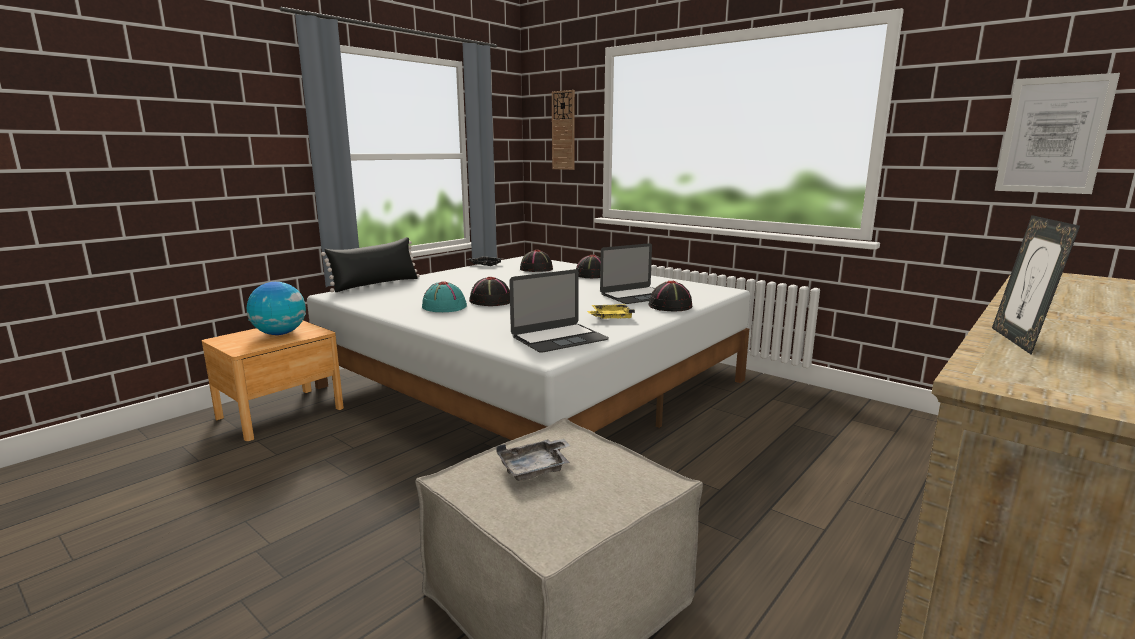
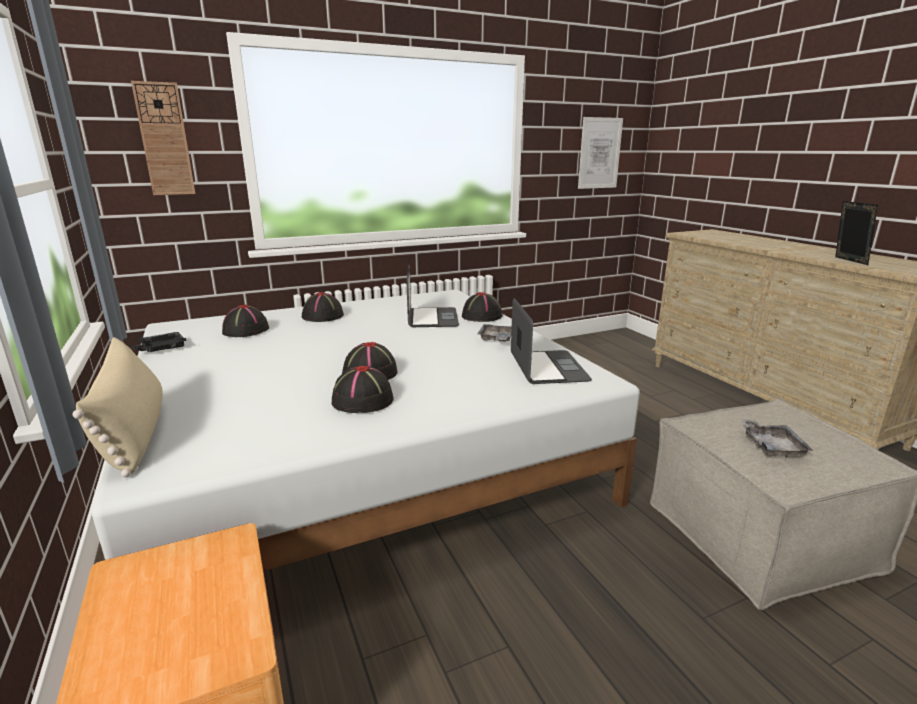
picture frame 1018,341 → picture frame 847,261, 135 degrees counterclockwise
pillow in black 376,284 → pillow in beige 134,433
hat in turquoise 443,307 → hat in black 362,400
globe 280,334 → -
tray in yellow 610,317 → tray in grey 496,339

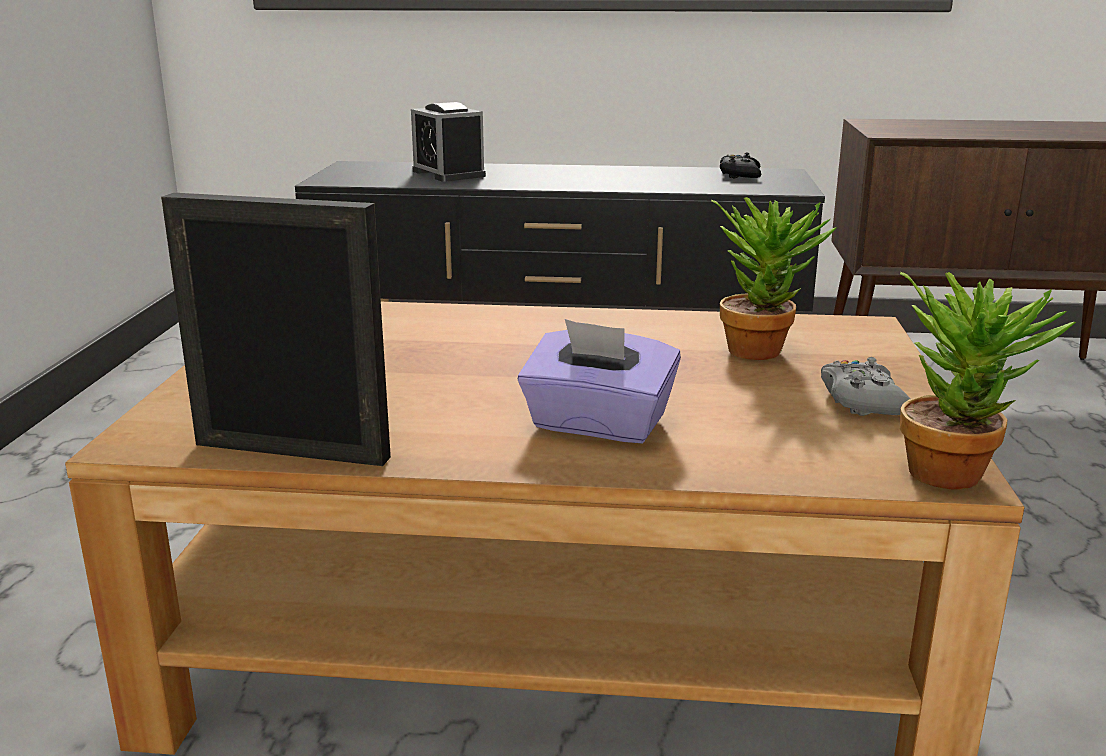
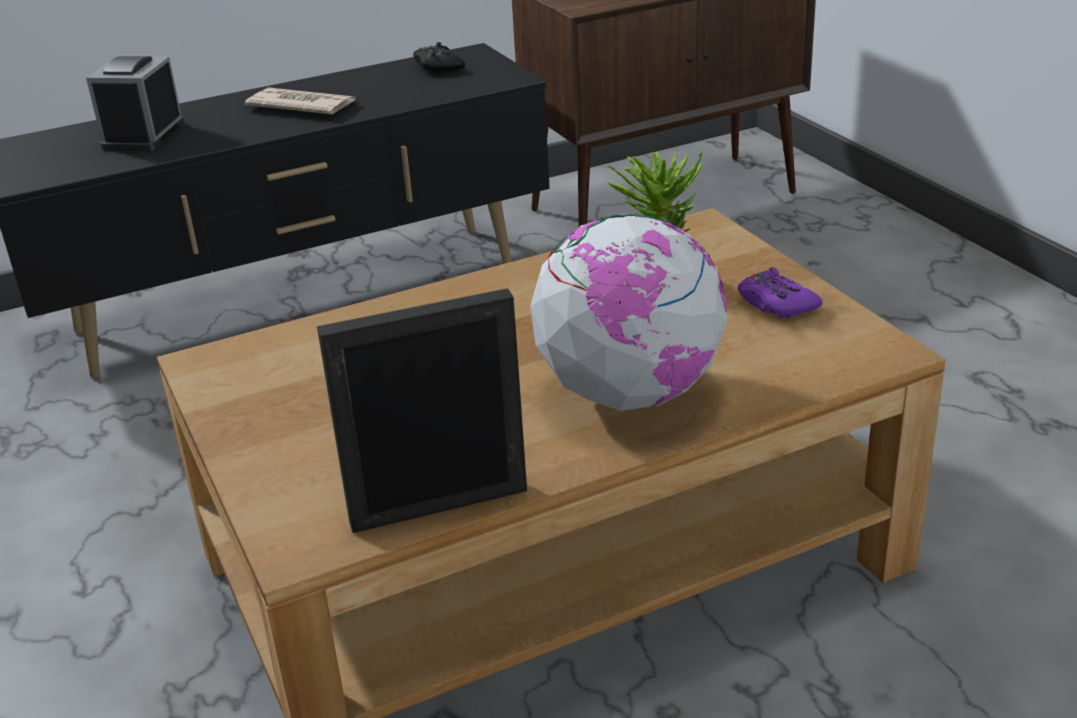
alarm clock 448,173 → alarm clock 143,135, 75 degrees clockwise
potted plant 957,471 → -
tissue box in purple 597,425 → globe 630,393
game controller in grey 862,401 → game controller in purple 776,304
- → newspaper 301,106

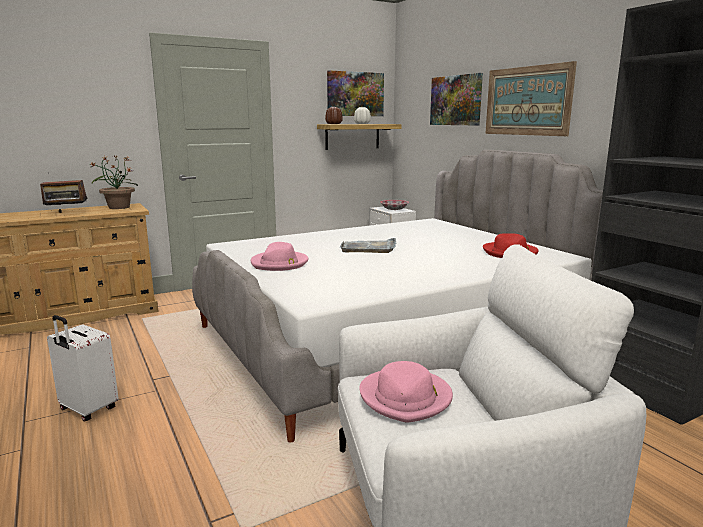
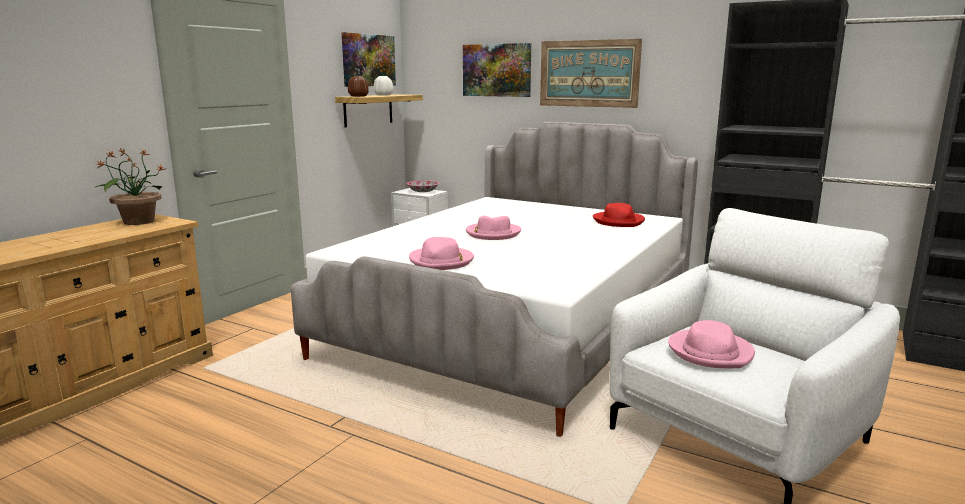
radio 67,213 → -
tray in grey 369,248 → hat in pink 493,233
suitcase in white 87,410 → -

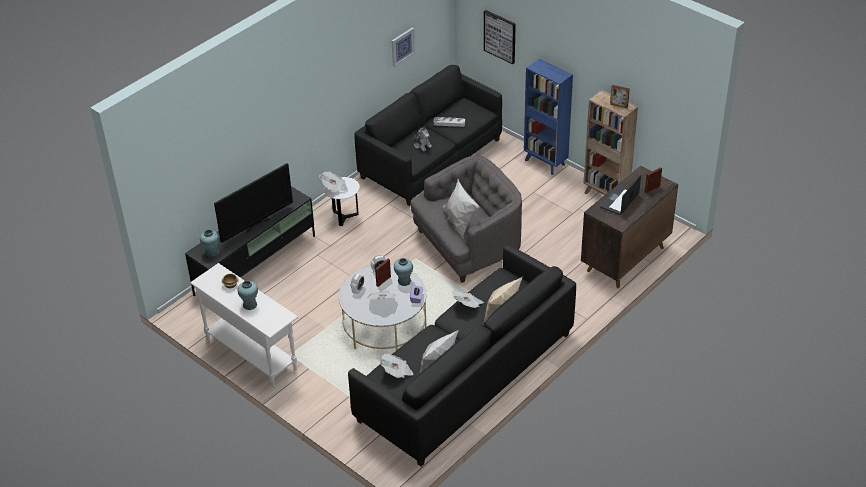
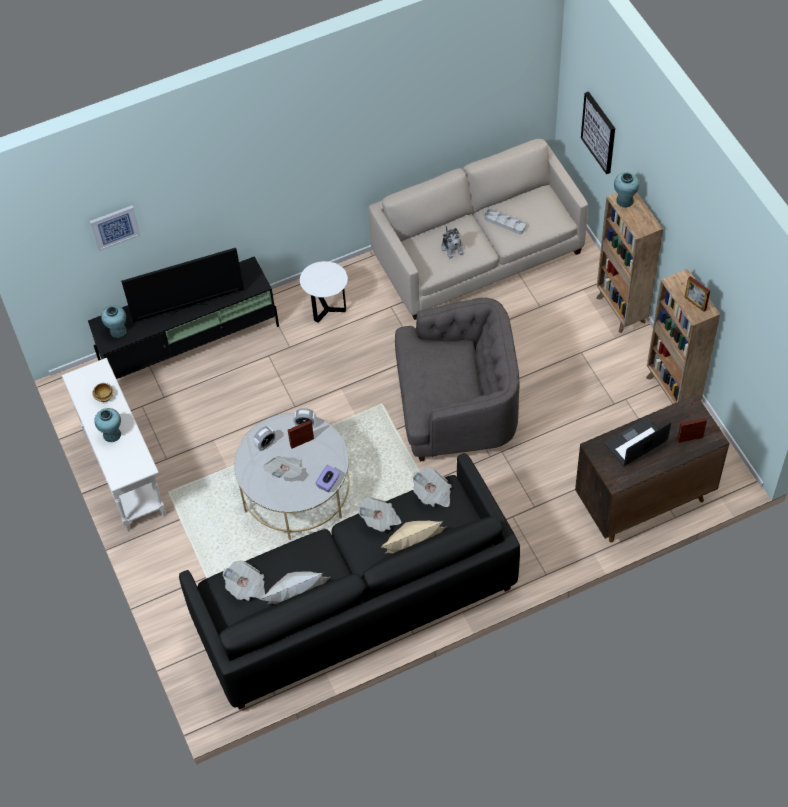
picture 402,46 → picture 114,227, relocated
bookcase in blue 545,163 → bookcase in brown 621,310
sofa in black 431,159 → sofa in beige 478,254
newspaper 334,188 → newspaper 433,494, relocated
pillow in white 460,224 → -
vase in turquoise 404,281 → vase in turquoise 624,201, relocated

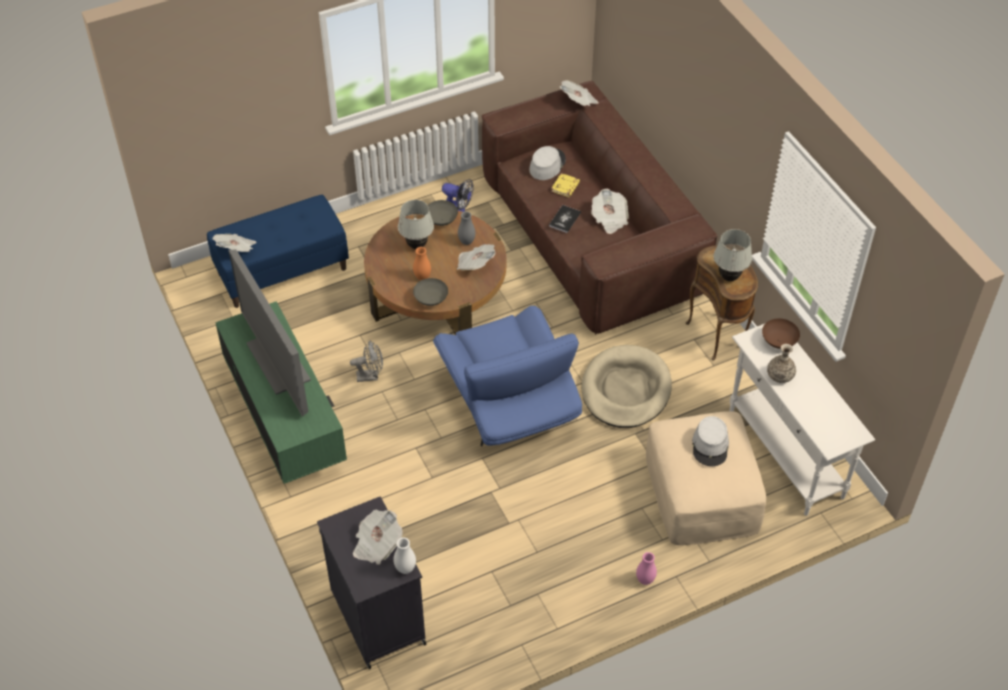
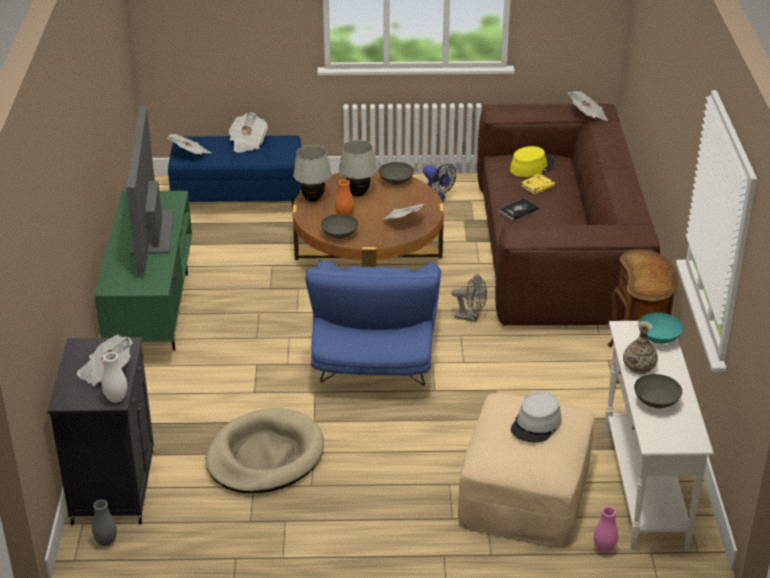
hat in grey 547,165 → hat in yellow 531,166
newspaper 609,219 → newspaper 247,143, relocated
vase in grey 466,242 → vase in grey 106,542, relocated
table lamp in white 729,277 → table lamp in white 313,199, relocated
bowl in brown 778,341 → bowl in turquoise 658,338
fan in grey 370,376 → fan in grey 471,317, relocated
dog bed in beige 625,390 → dog bed in beige 265,456, relocated
vase in pink 645,580 → vase in pink 604,549, relocated
- → bowl in grey 655,402

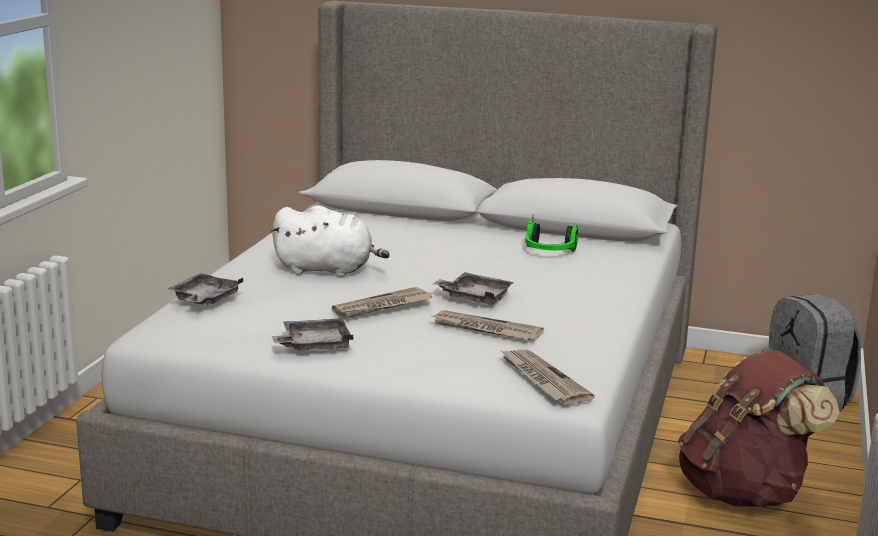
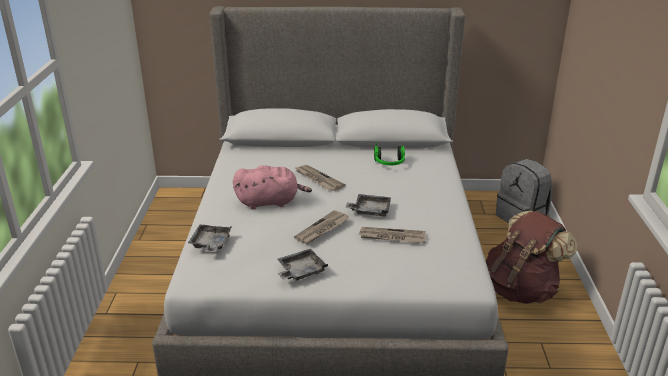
plush toy in white 328,270 → plush toy in pink 270,202
newspaper 542,379 → newspaper 318,179, relocated

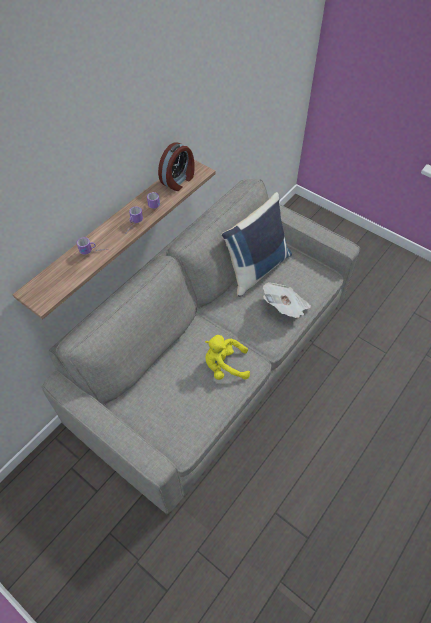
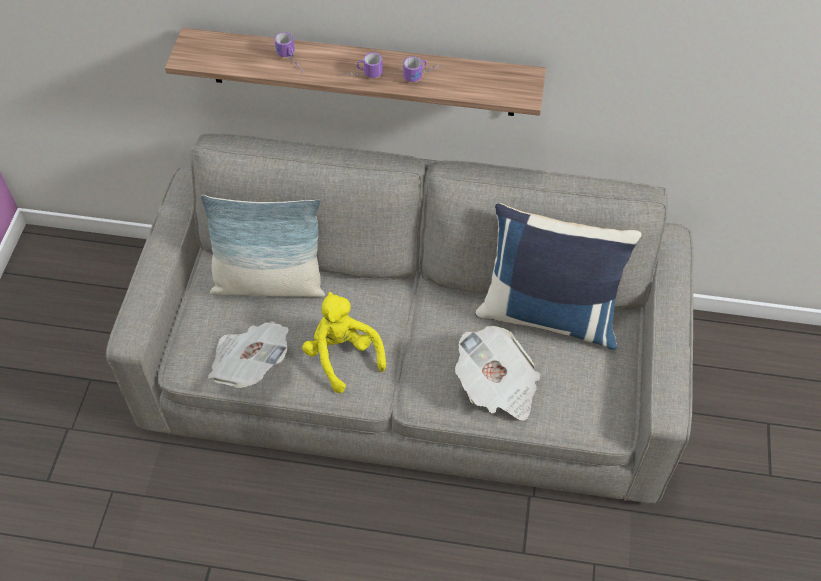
alarm clock 179,180 → -
- → pillow 269,284
- → newspaper 250,365

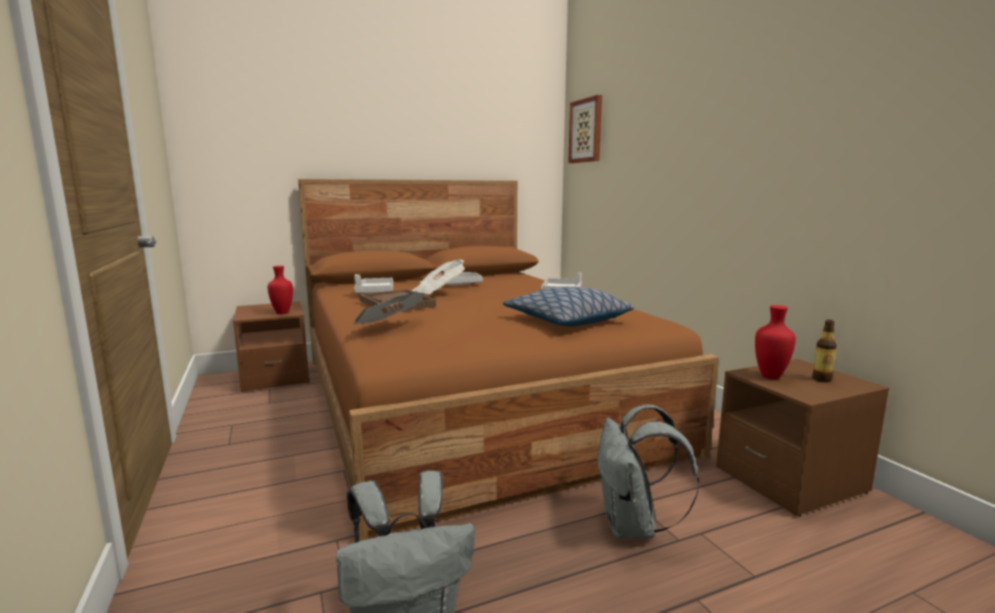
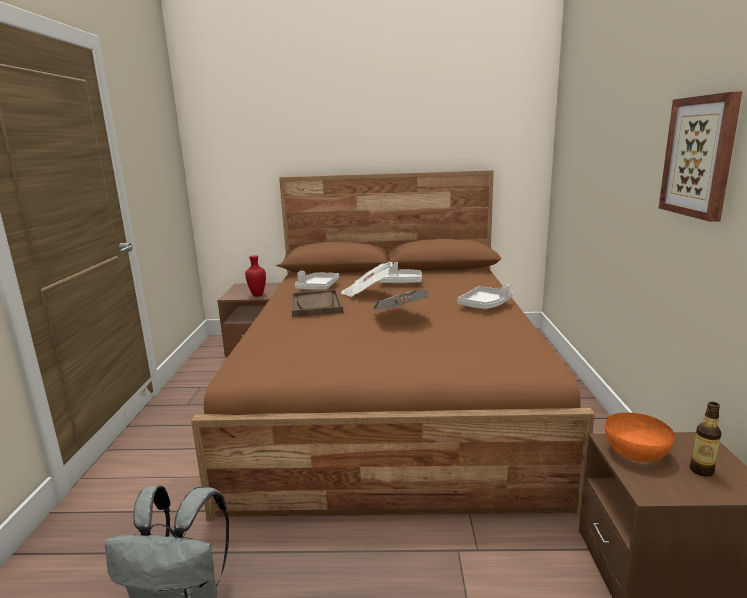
picture 586,131 → picture 700,156, relocated
pillow 566,320 → -
newspaper 389,328 → newspaper 400,315, relocated
vase in red 769,376 → bowl in orange 635,451
backpack in grey 633,527 → -

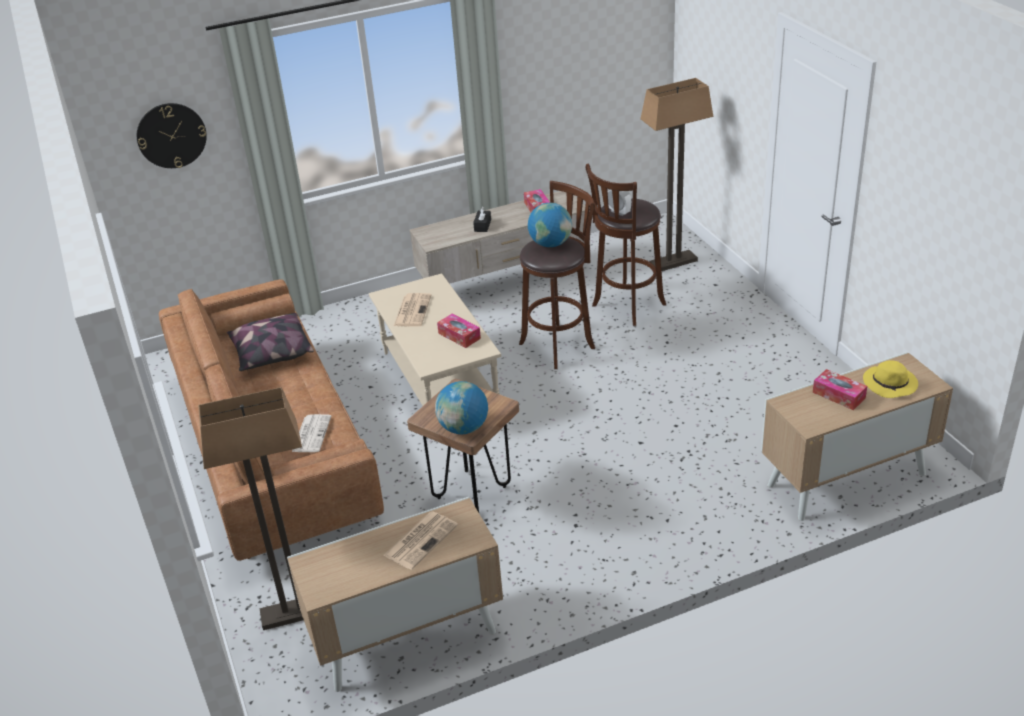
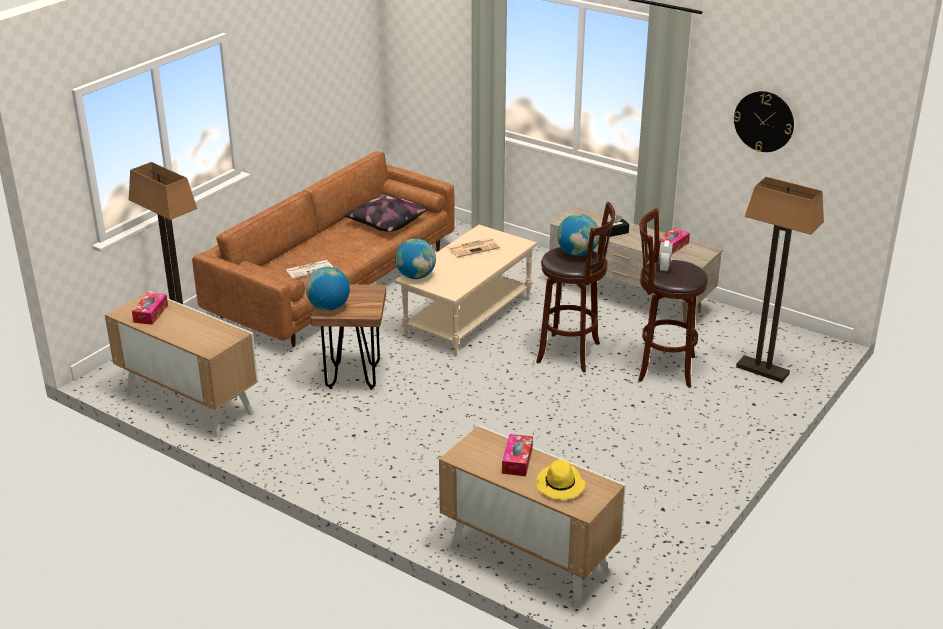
wall clock 171,135 → wall clock 764,121, relocated
tissue box 459,336 → tissue box 151,314, relocated
newspaper 421,539 → -
- → globe 416,276

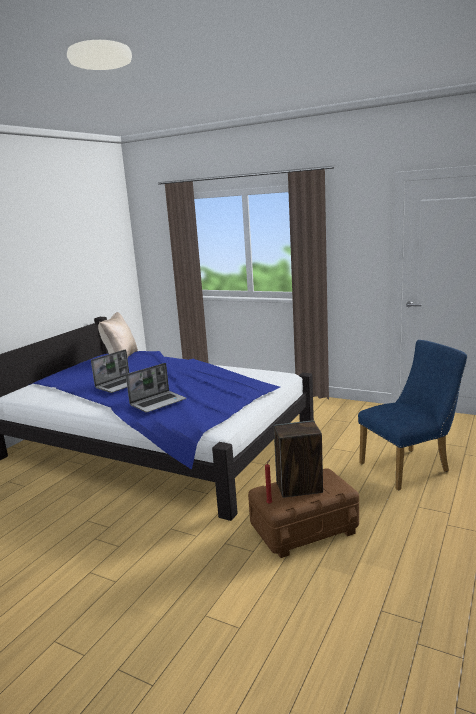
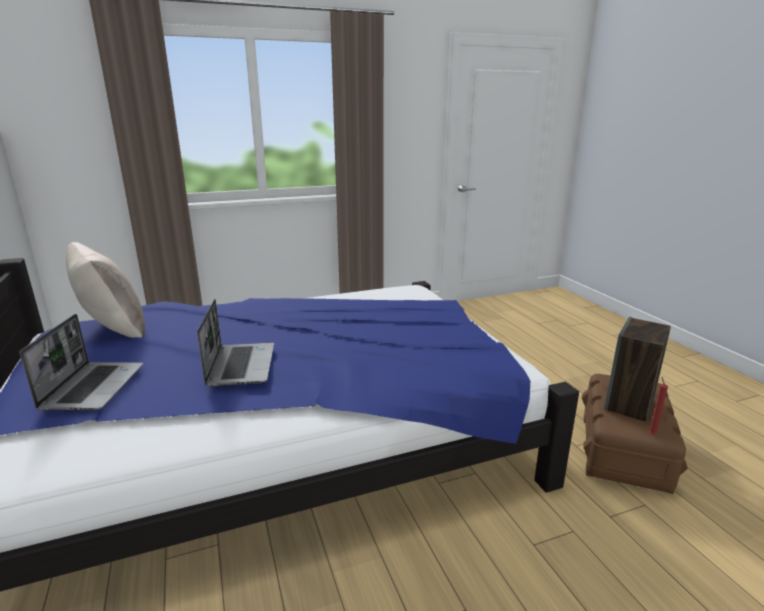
chair in blue 410,467 → -
laptop 158,402 → laptop 93,386, relocated

